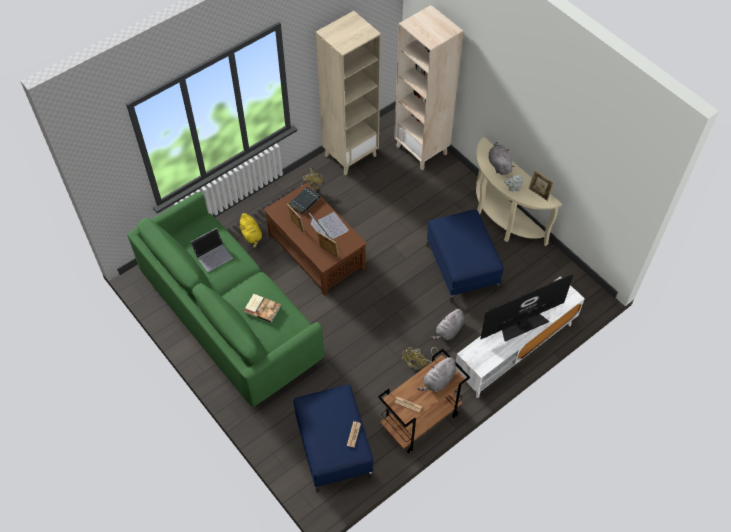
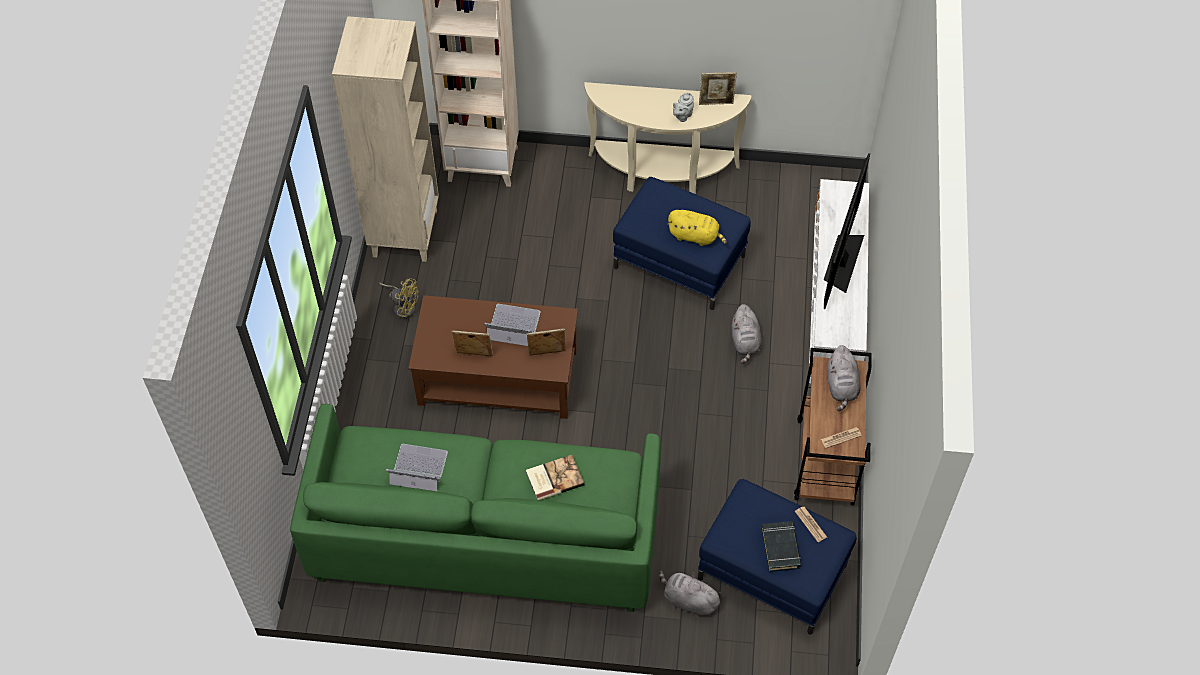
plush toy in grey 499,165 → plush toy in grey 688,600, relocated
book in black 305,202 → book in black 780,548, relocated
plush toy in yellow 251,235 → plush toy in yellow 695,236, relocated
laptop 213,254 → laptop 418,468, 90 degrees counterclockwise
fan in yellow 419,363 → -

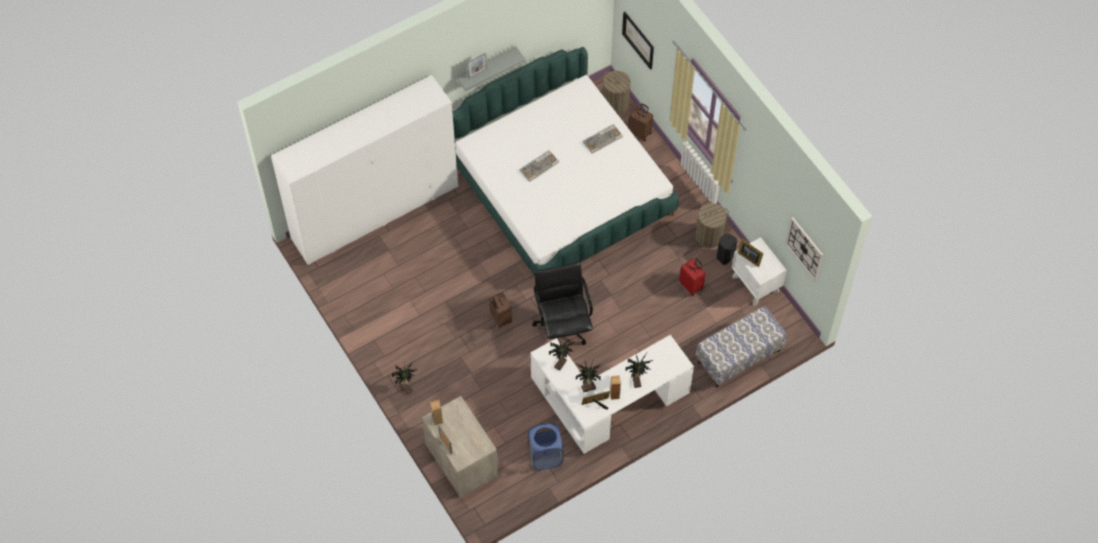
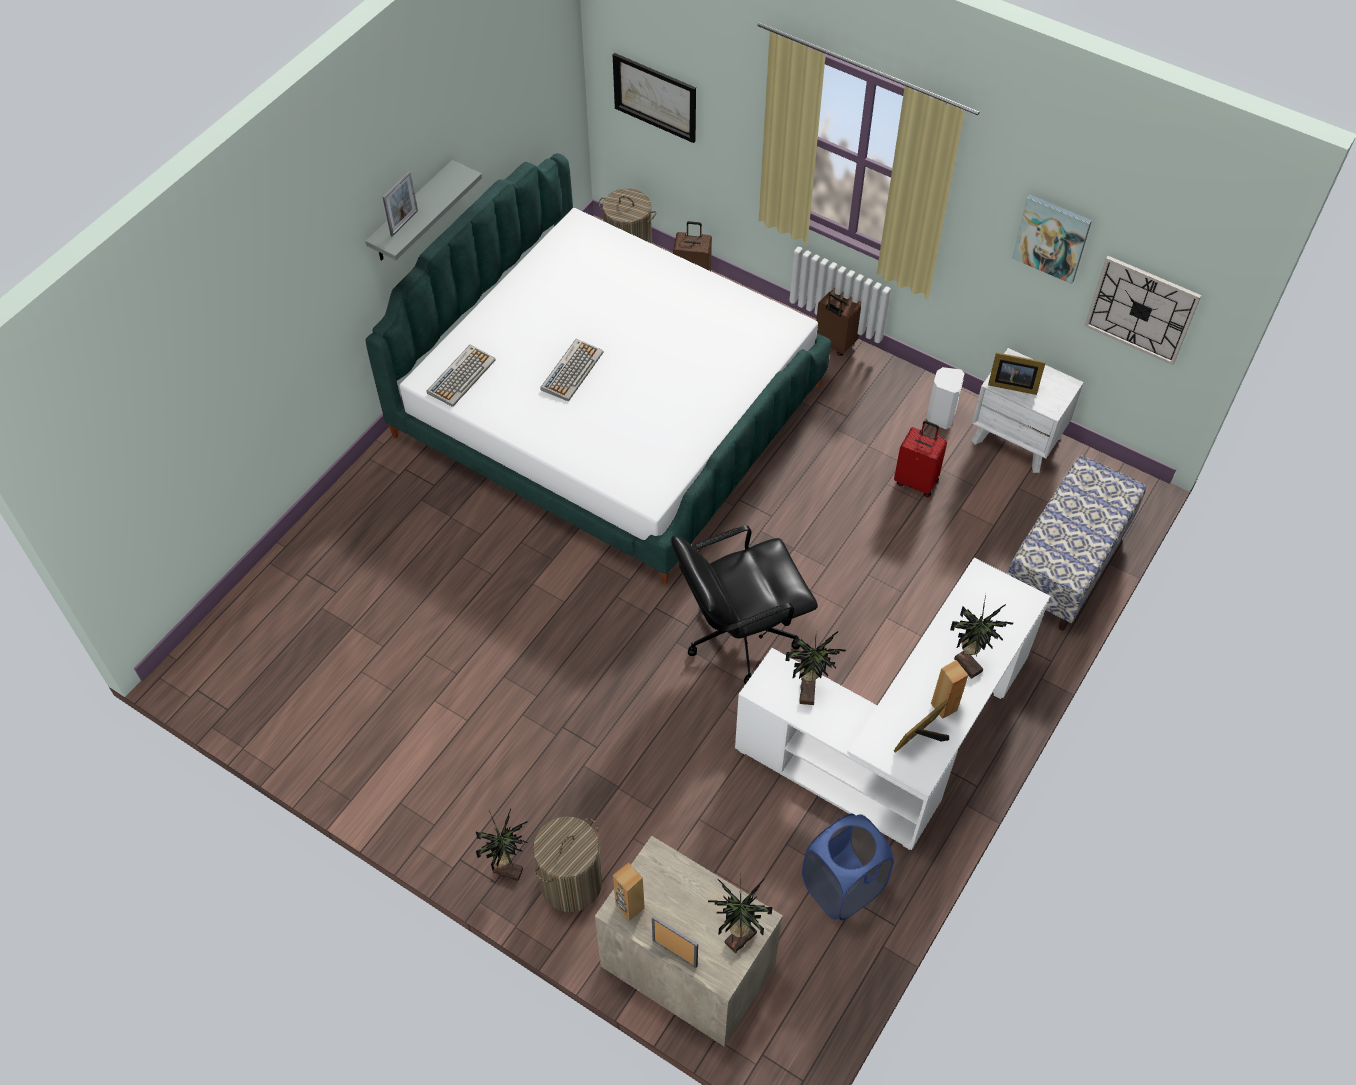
wardrobe in white 375,212 → -
keyboard 603,139 → keyboard 461,376, relocated
laundry basket 709,236 → laundry basket 571,883, relocated
speaker in black 724,256 → speaker in white 940,416
office chair in black 562,326 → office chair in black 739,634, 75 degrees counterclockwise
suitcase in brown 500,318 → suitcase in brown 834,343, relocated
potted plant 587,387 → potted plant 738,937, relocated
- → picture 1052,238

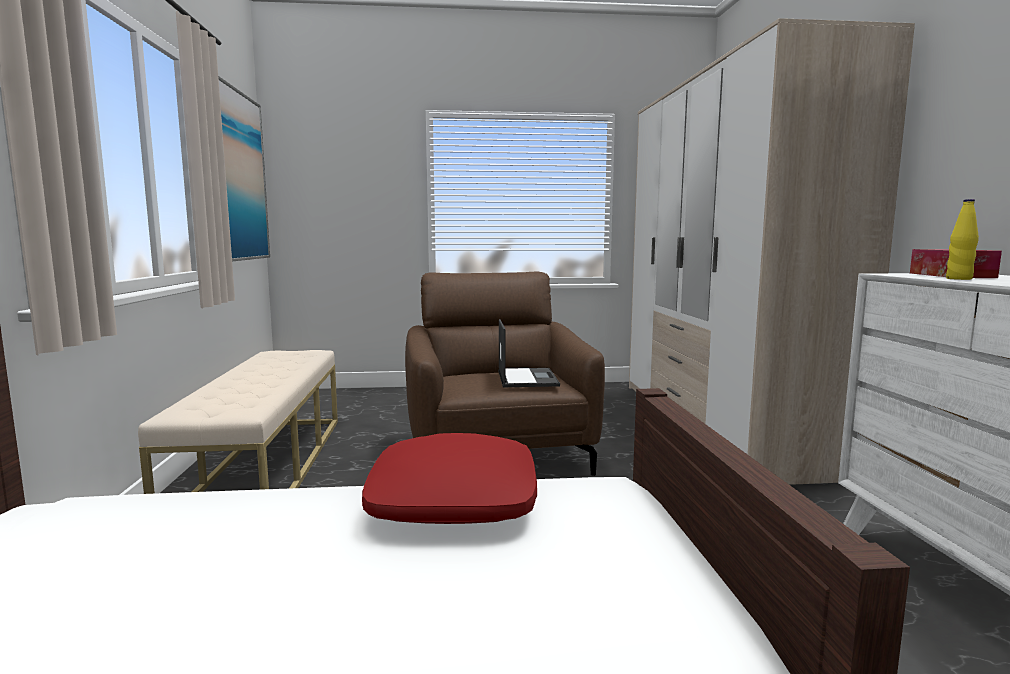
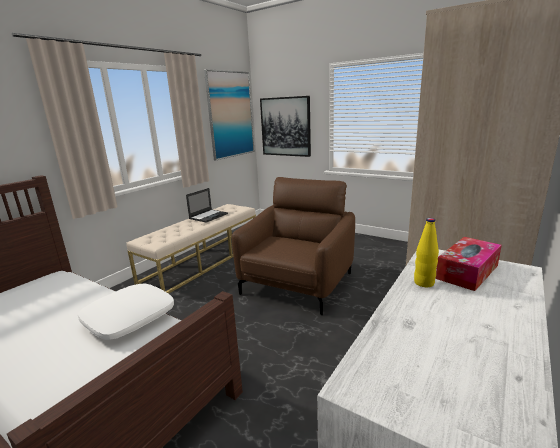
laptop 526,378 → laptop 209,216, relocated
pillow in red 452,500 → pillow in white 129,318
- → picture 285,126

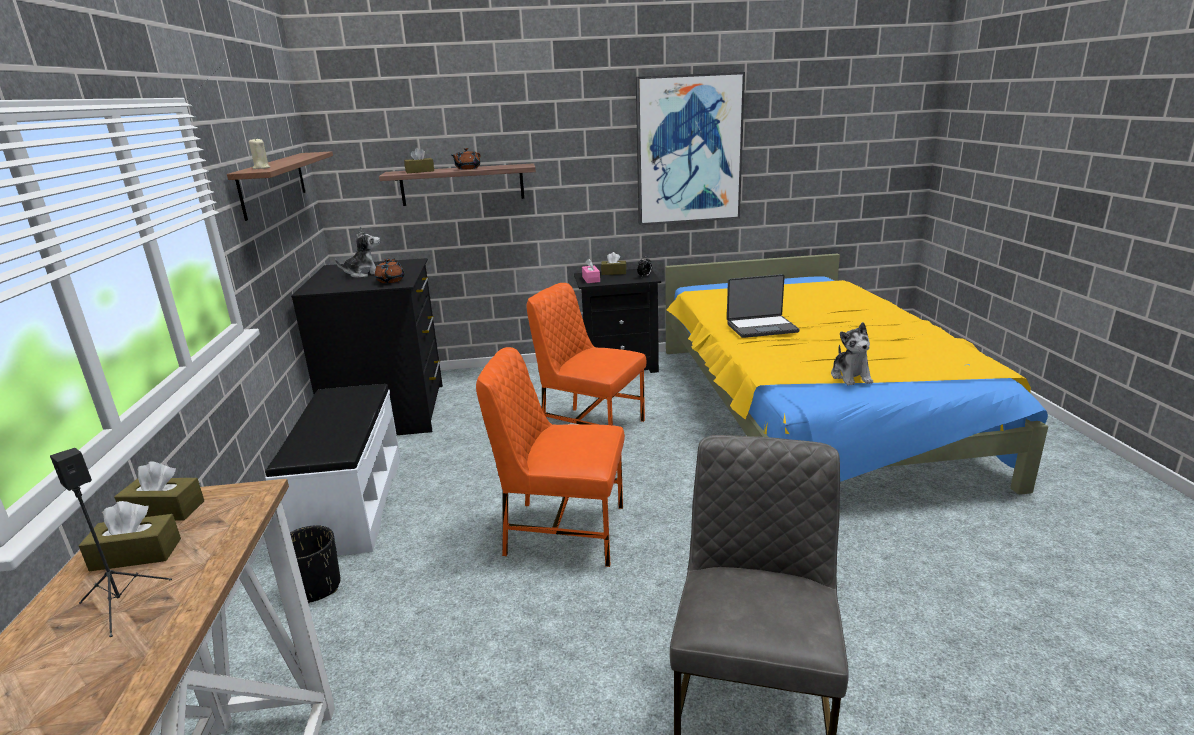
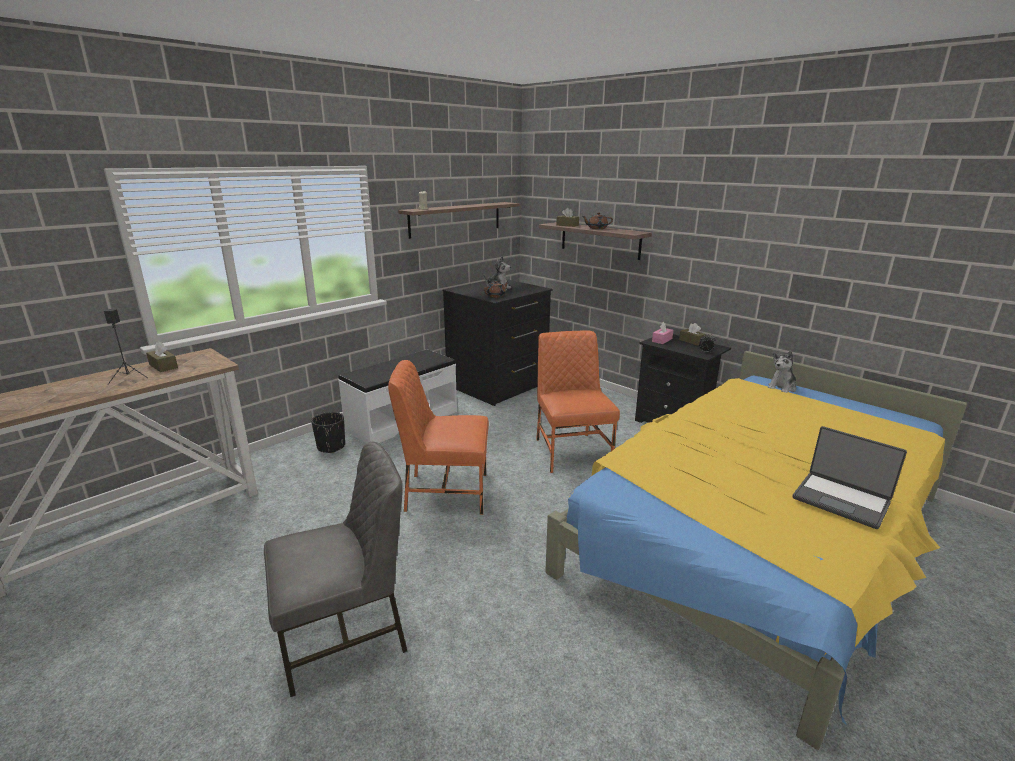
picture 688,150 → -
laptop 761,327 → laptop 841,500, relocated
plush toy 851,376 → plush toy 781,388, relocated
chair in orange 562,531 → chair in orange 445,492, 60 degrees counterclockwise
tissue box in brown 164,510 → -

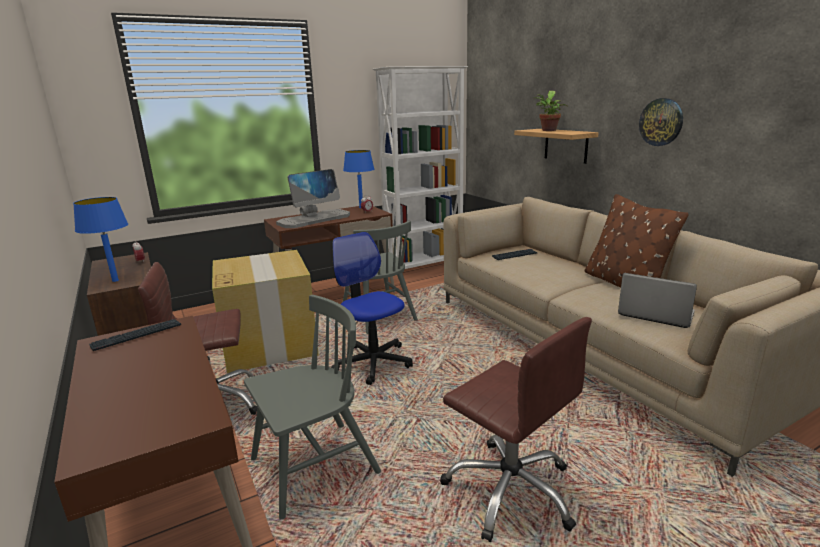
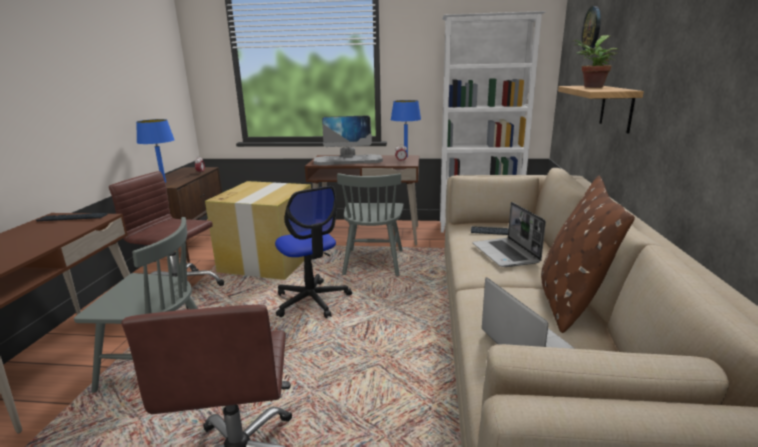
wall clock 661,122 → wall clock 592,29, relocated
office chair 373,362 → office chair 312,300, 150 degrees clockwise
- → laptop 506,254

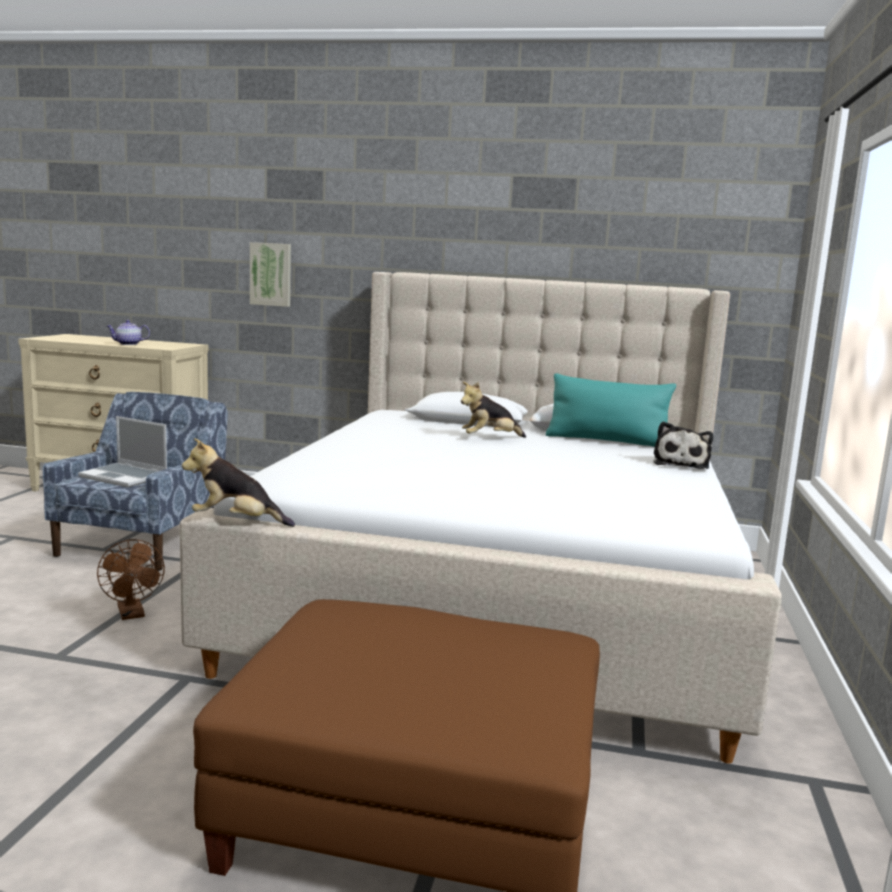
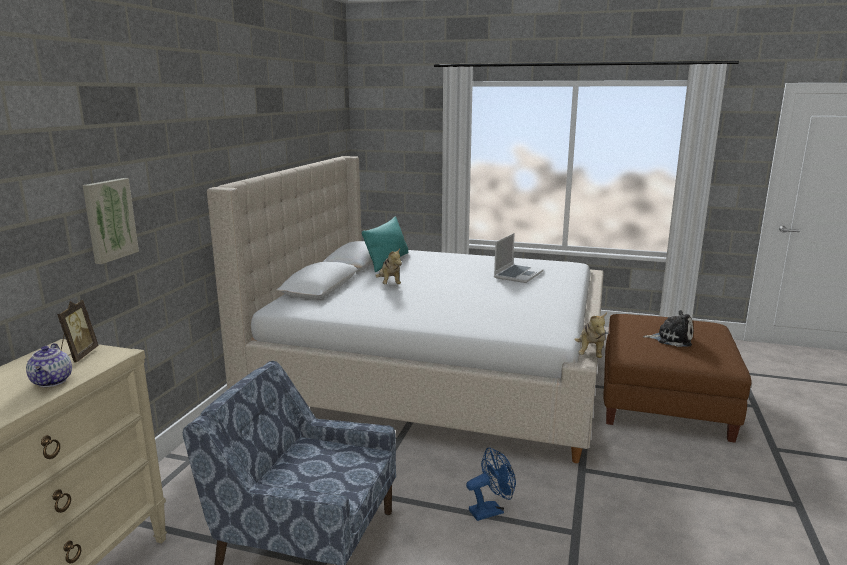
laptop 125,477 → laptop 518,275, relocated
plush toy 680,464 → plush toy 671,339, relocated
fan in brown 132,614 → fan in blue 491,510
- → picture frame 78,356

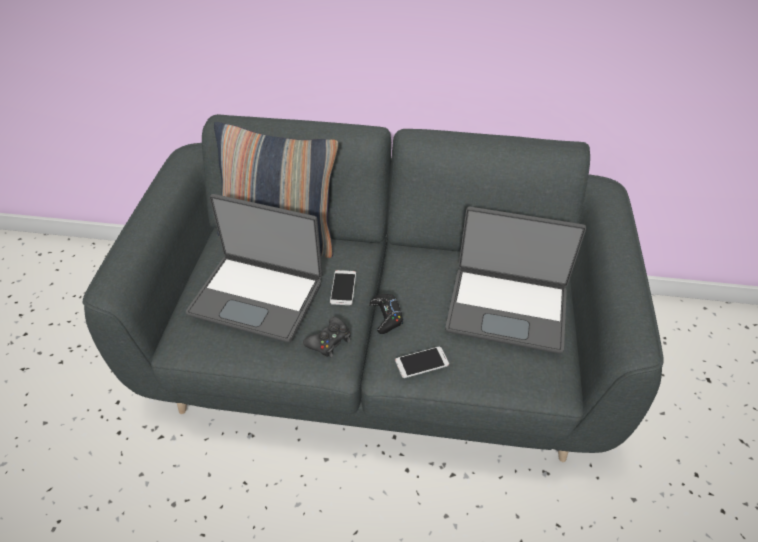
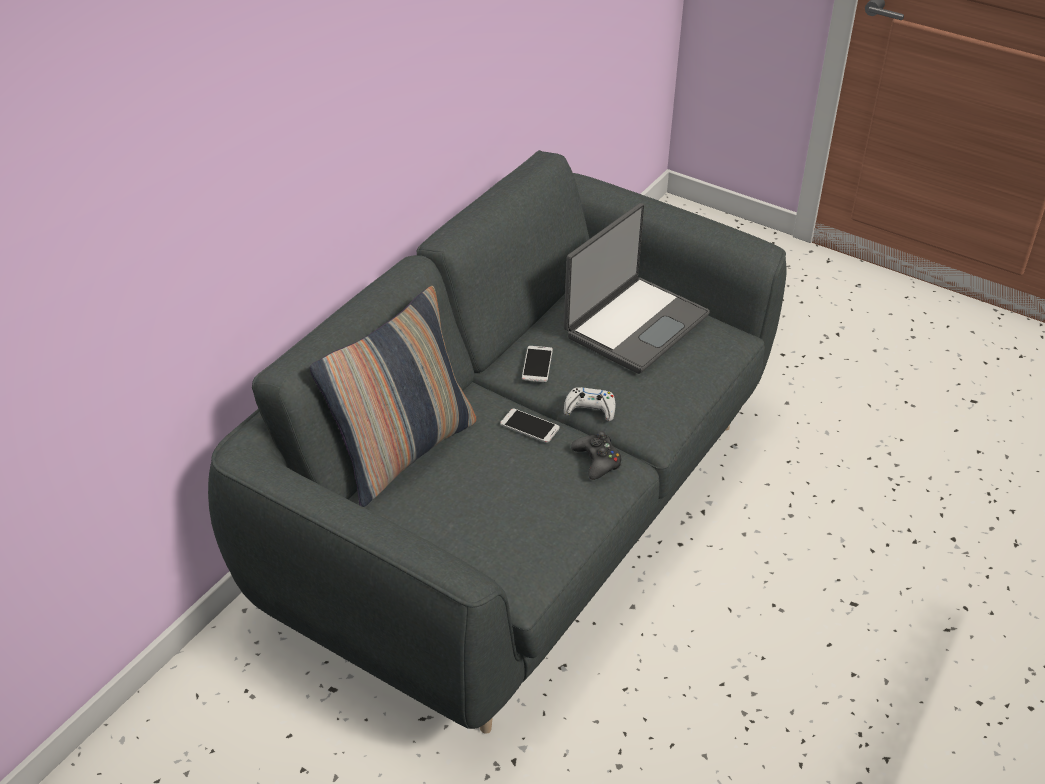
laptop 258,296 → -
game controller in black 386,316 → game controller in white 590,409
phone 421,362 → phone 537,364, relocated

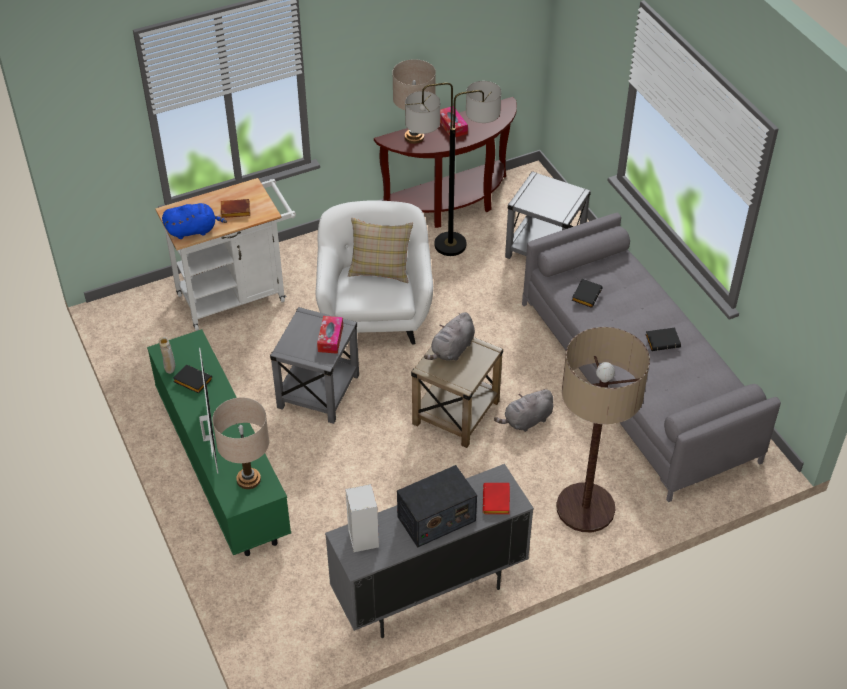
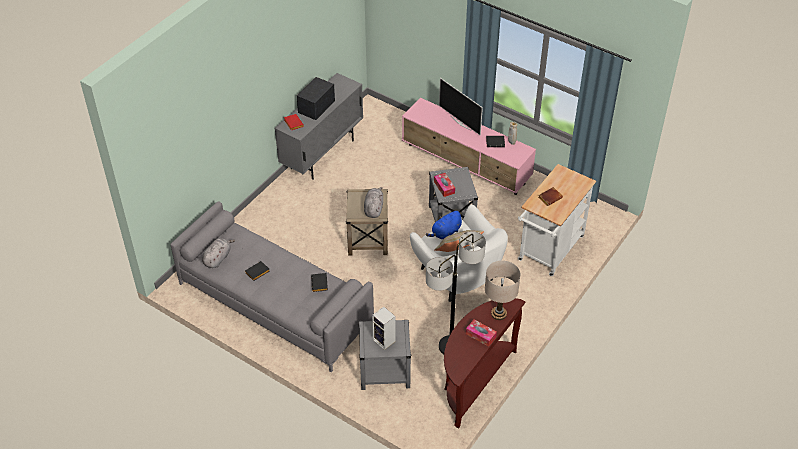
plush toy in blue 194,230 → plush toy in blue 445,233, relocated
floor lamp 585,508 → -
tv stand in green 222,465 → tv stand in pink 466,164
plush toy in grey 526,421 → plush toy in grey 218,258, relocated
table lamp in beige 249,479 → -
speaker 362,537 → speaker 385,341, relocated

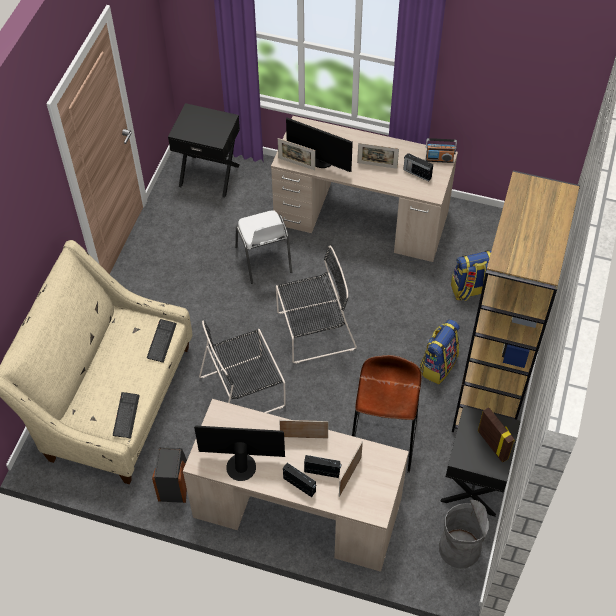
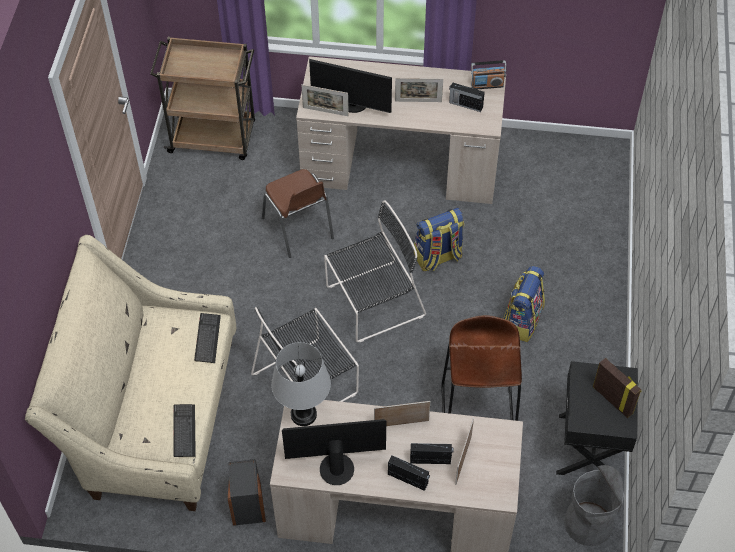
nightstand in black 209,174 → cart in brown 214,138
bookcase in brown 491,392 → -
chair in white 264,261 → chair in brown 299,229
backpack 471,290 → backpack 438,257, relocated
- → table lamp in grey 303,414

